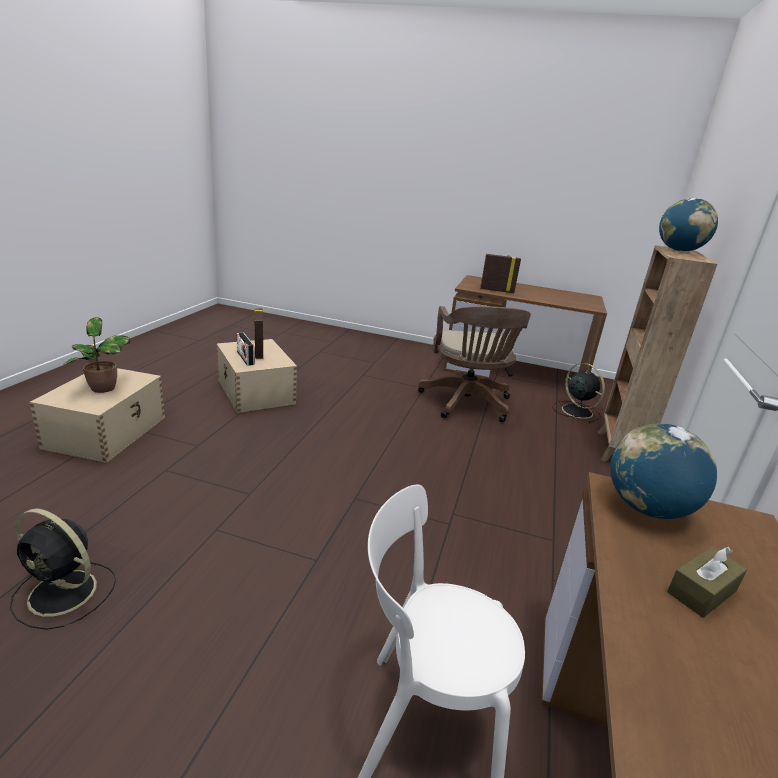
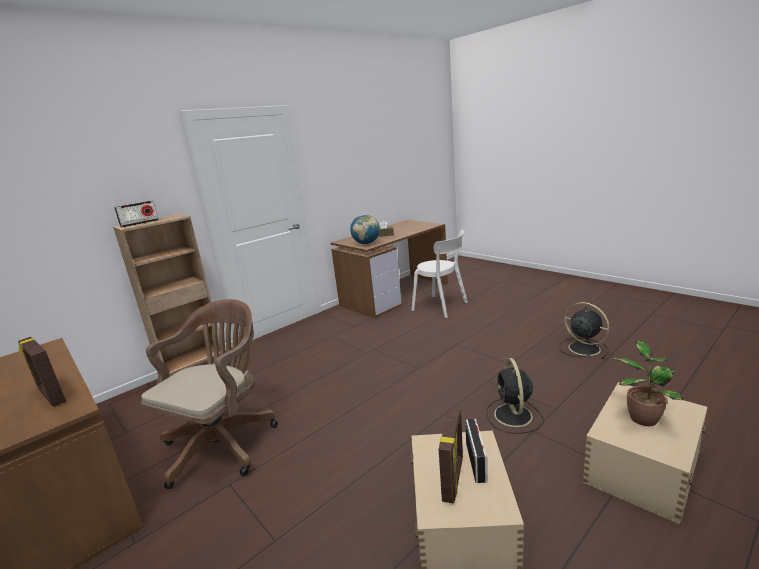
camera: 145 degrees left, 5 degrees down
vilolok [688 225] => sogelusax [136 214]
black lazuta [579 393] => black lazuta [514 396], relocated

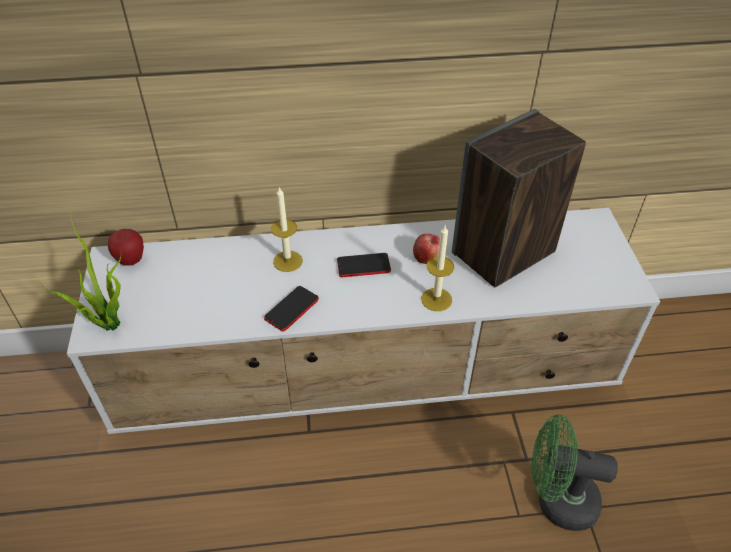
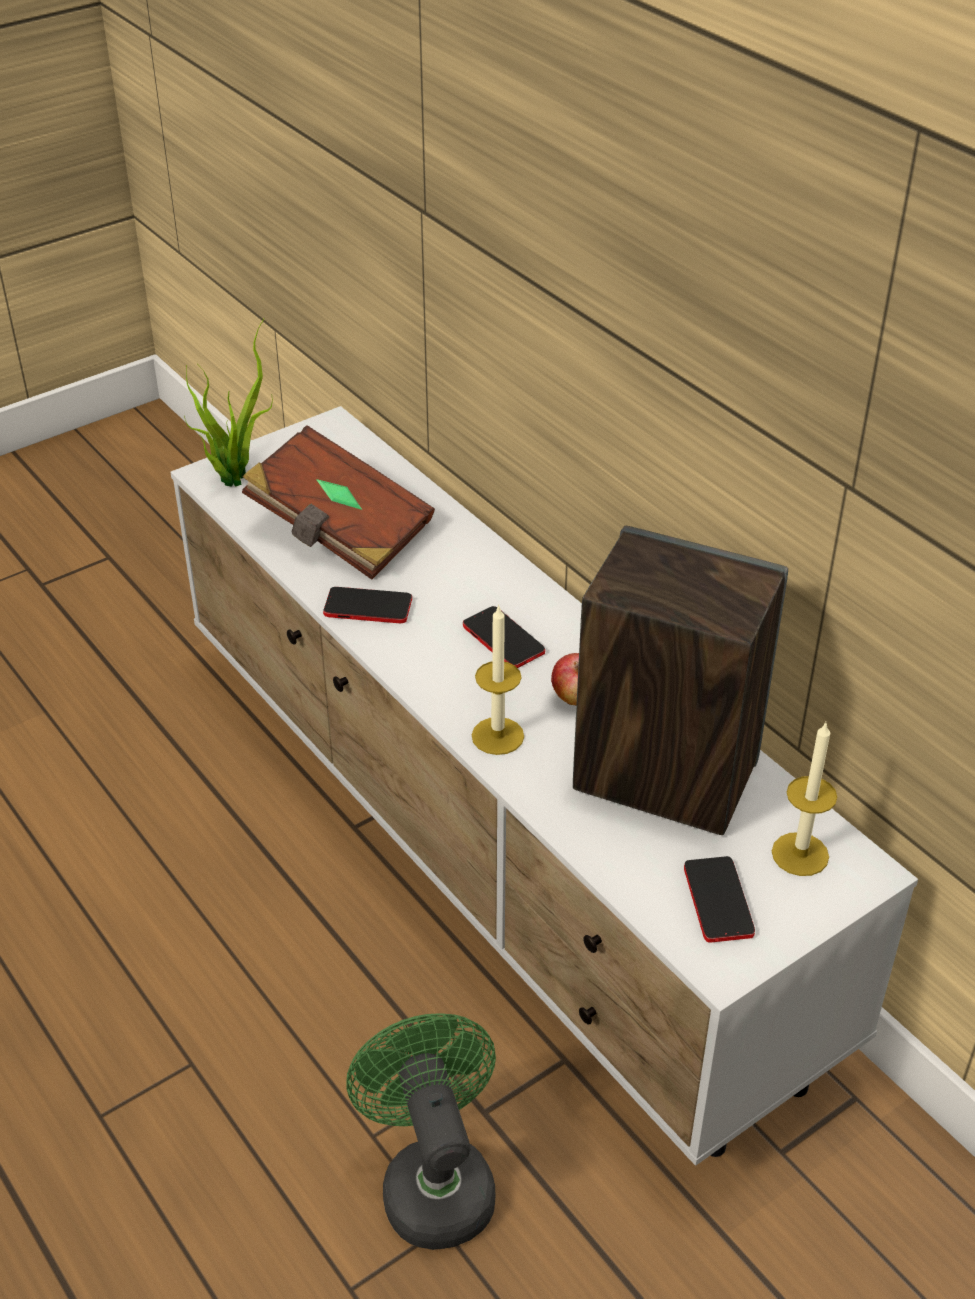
camera: 60 degrees right, 5 degrees down
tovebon [287 229] => tovebon [804 799], relocated
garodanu [126 247] => nothing
nothing => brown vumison [338 502]
nothing => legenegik [719 899]

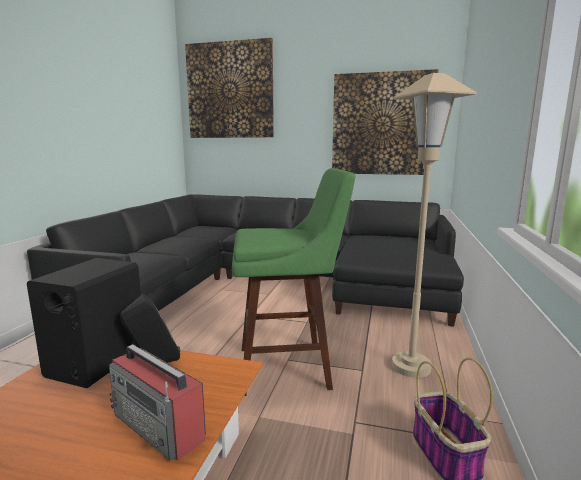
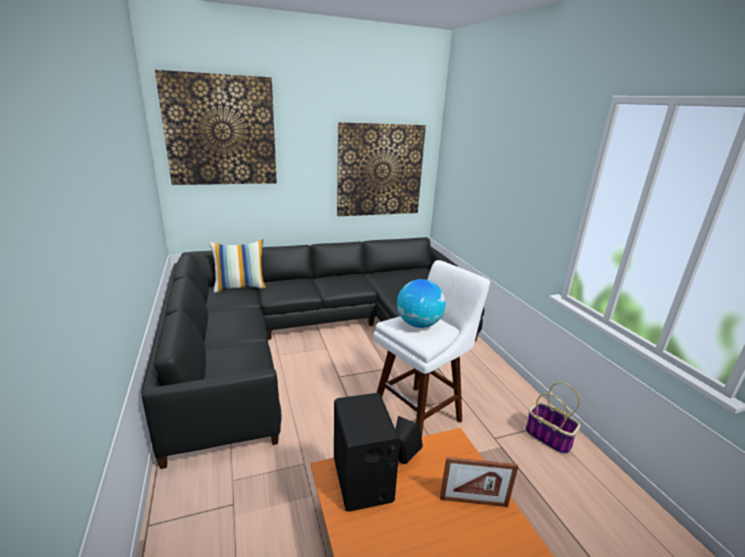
camera: 35 degrees left, 10 degrees up
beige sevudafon [434 225] => nothing
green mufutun [293 282] => white mufutun [431 348]
sogelusax [157 402] => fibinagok [479 482]
nothing => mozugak [237 266]
nothing => vilolok [421 303]

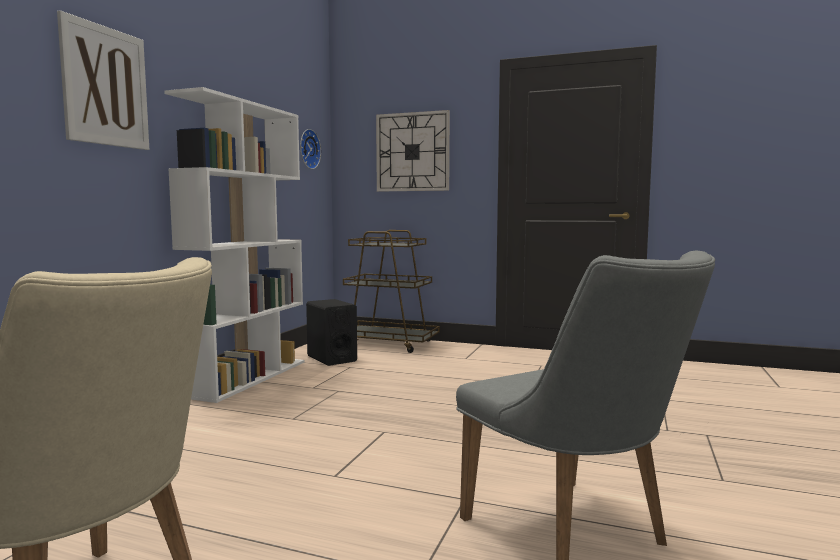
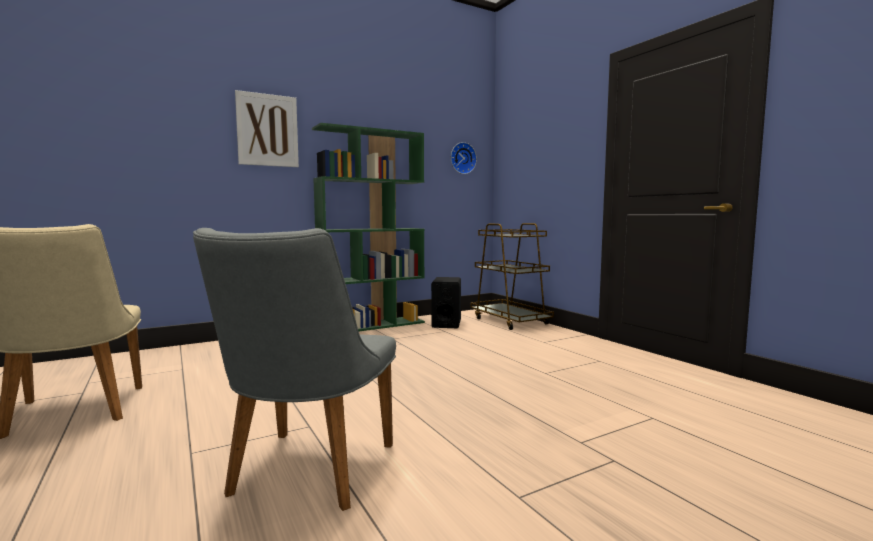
camera: 40 degrees right, 0 degrees up
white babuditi [234 245] => green babuditi [368 227]
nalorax [413 151] => nothing

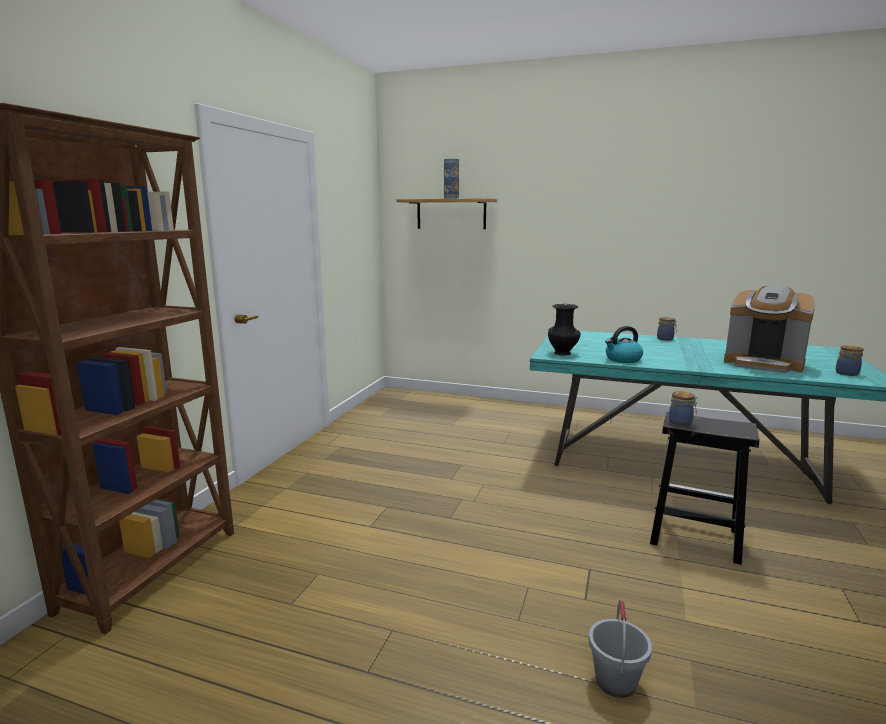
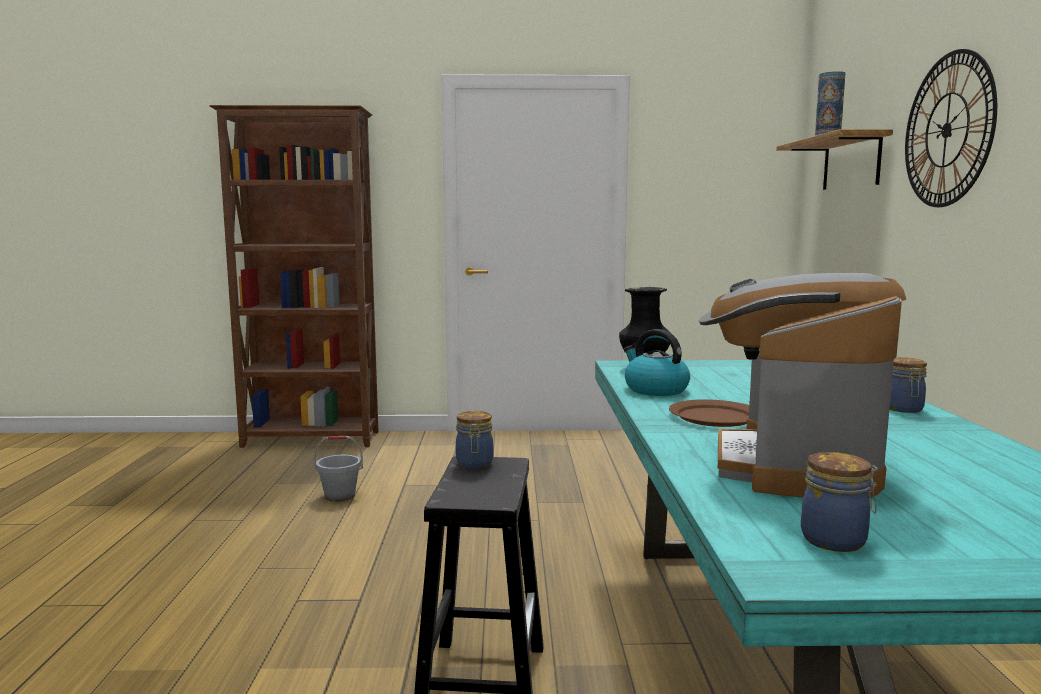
camera: 70 degrees right, 5 degrees down
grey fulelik [620 648] => grey fulelik [338 469], relocated
nothing => nalorax [951 128]
nothing => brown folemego [709 413]

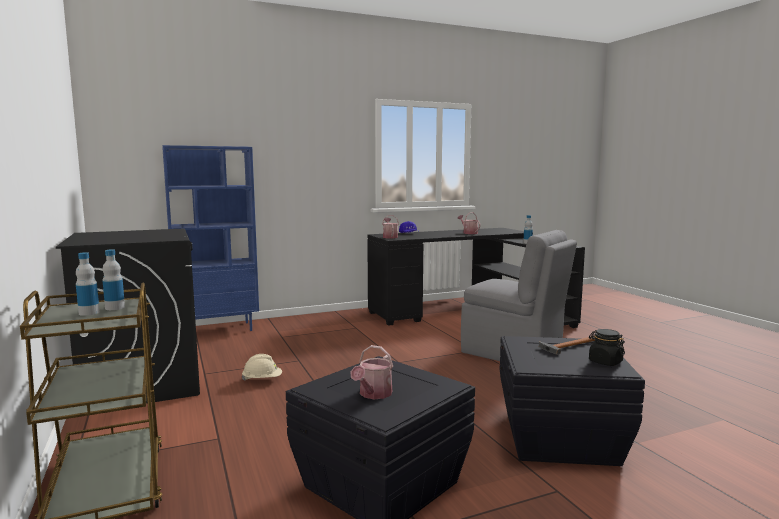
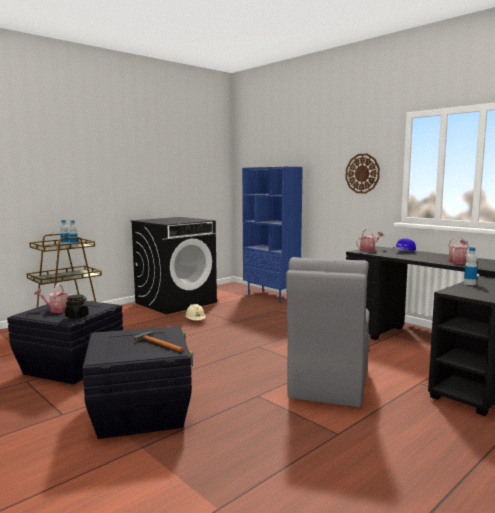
camera: 70 degrees right, 0 degrees up
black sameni [607 347] => black sameni [77 306], relocated
nothing => nalorax [362 173]

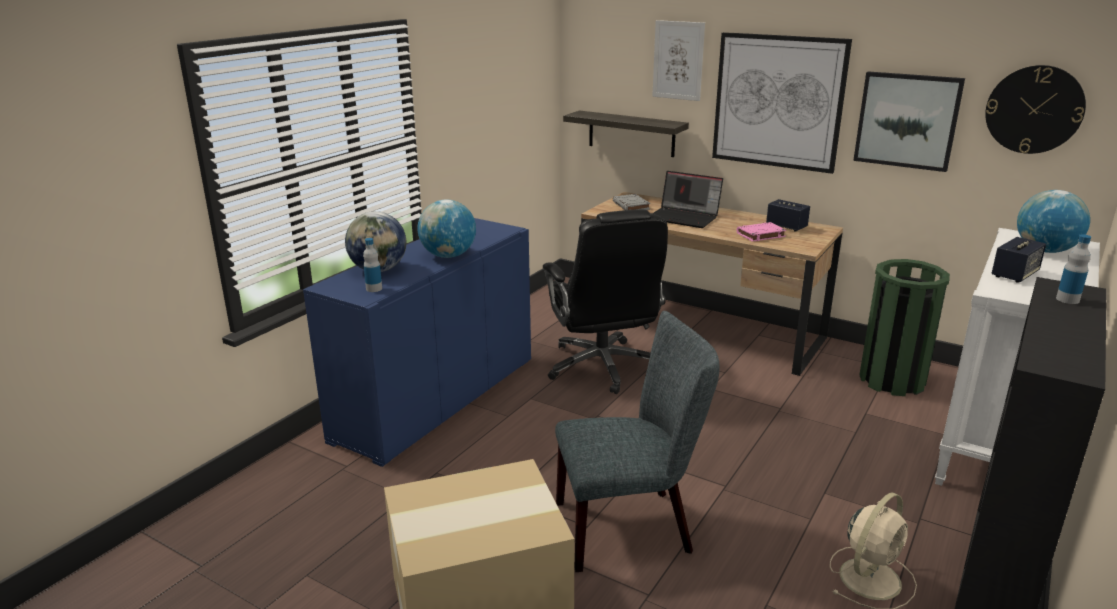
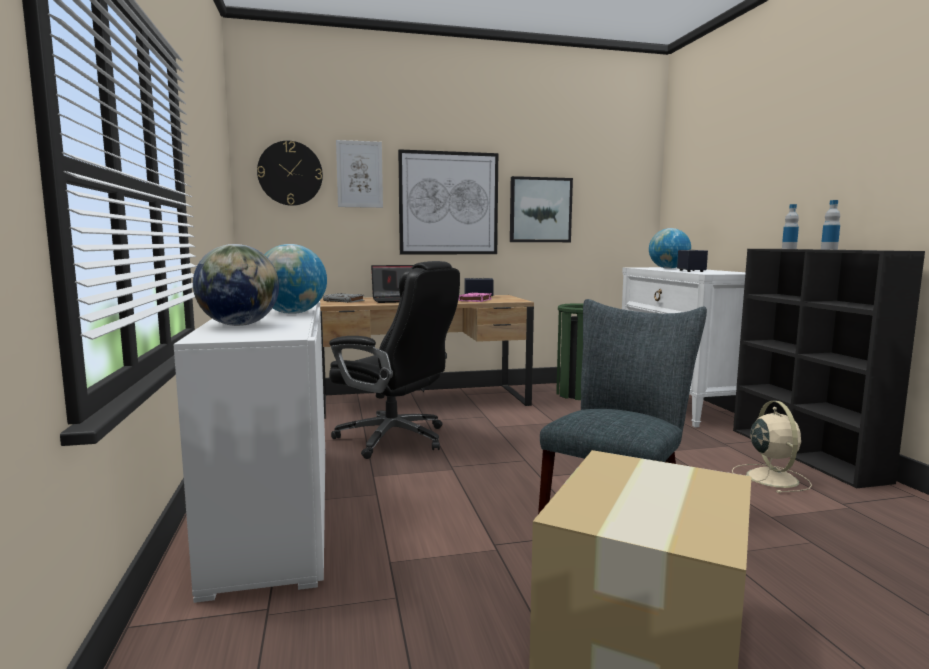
camera: 45 degrees left, 15 degrees down
nalorax [1035 109] => nalorax [290 173], relocated
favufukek [626 134] => nothing
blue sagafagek [417 342] => white sagafagek [249 452]
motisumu [372 265] => motisumu [830 225], relocated

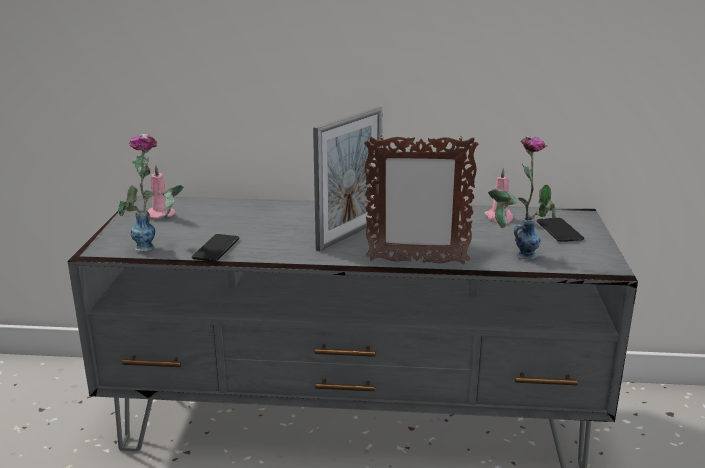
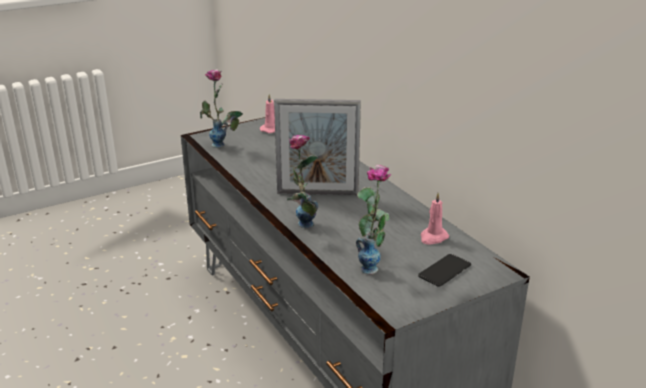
camera: 55 degrees right, 5 degrees up
fibinagok [421 200] => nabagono [302 181]
legenegik [215 248] => nothing

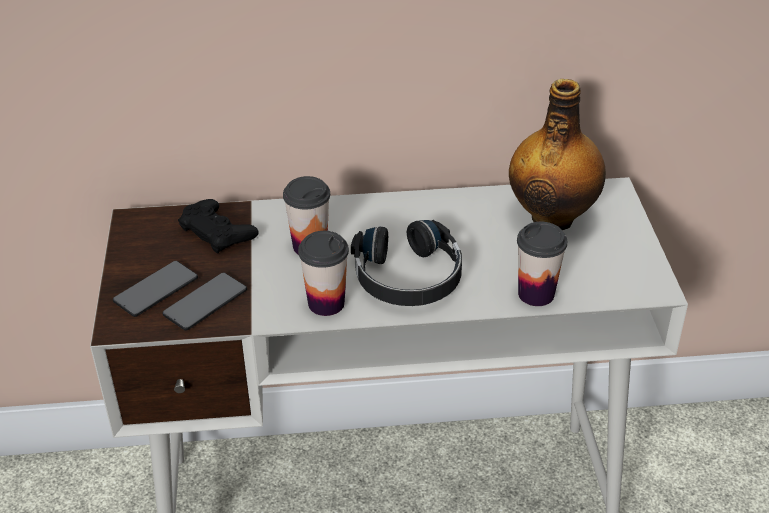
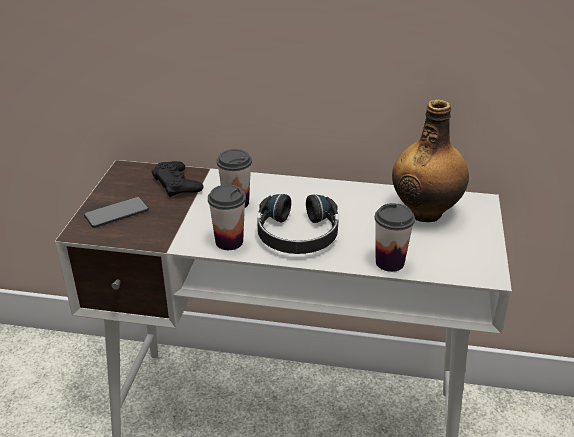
camera: 15 degrees right, 5 degrees down
legenegik [204 301] => nothing

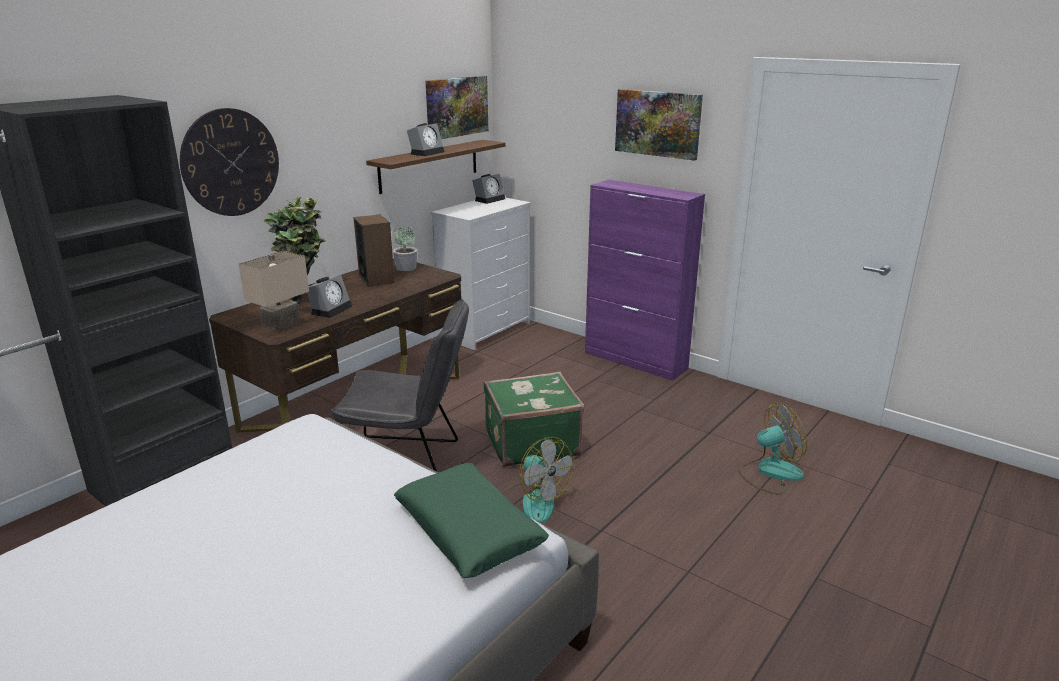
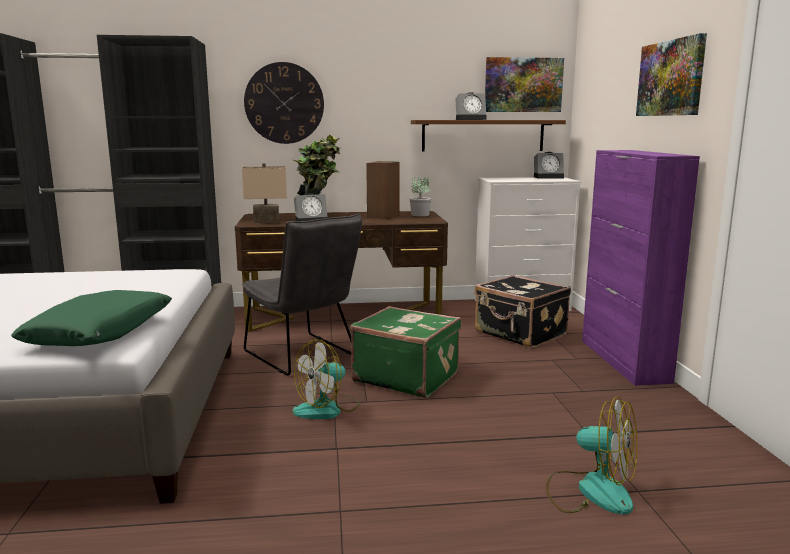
camera: 45 degrees right, 10 degrees down
lazuta [538 480] => lazuta [326 379], 45 degrees clockwise
nothing => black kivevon [523 311]

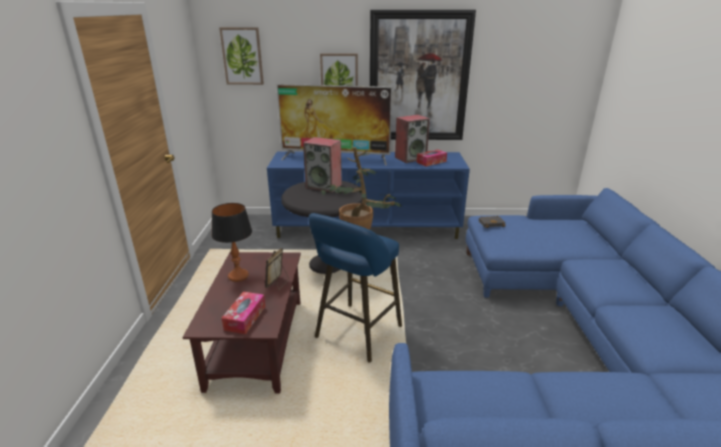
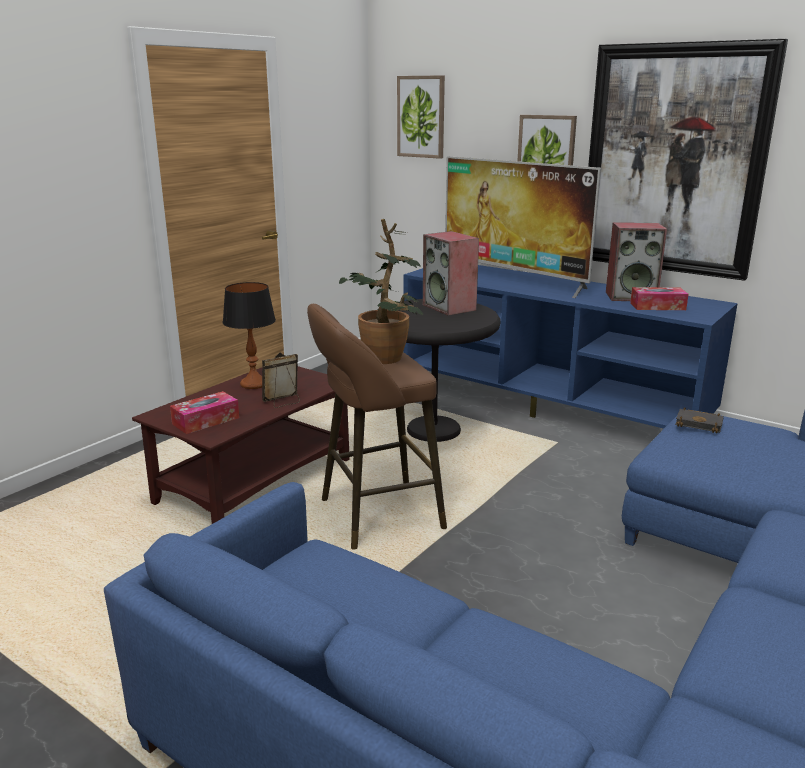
camera: 35 degrees right, 5 degrees down
blue mufutun [355 288] => brown mufutun [377 427]

